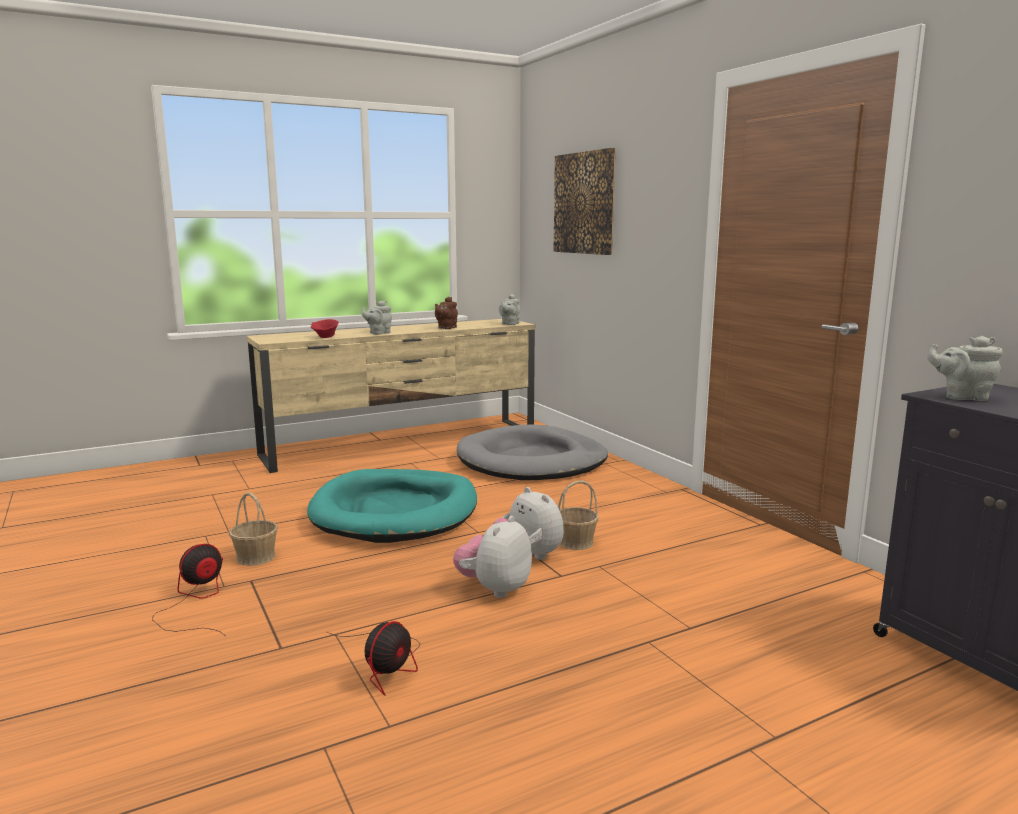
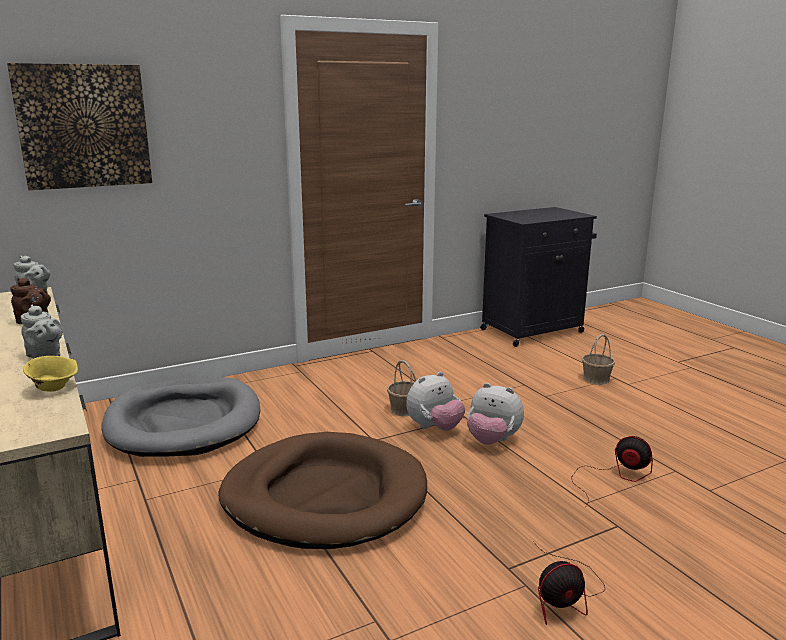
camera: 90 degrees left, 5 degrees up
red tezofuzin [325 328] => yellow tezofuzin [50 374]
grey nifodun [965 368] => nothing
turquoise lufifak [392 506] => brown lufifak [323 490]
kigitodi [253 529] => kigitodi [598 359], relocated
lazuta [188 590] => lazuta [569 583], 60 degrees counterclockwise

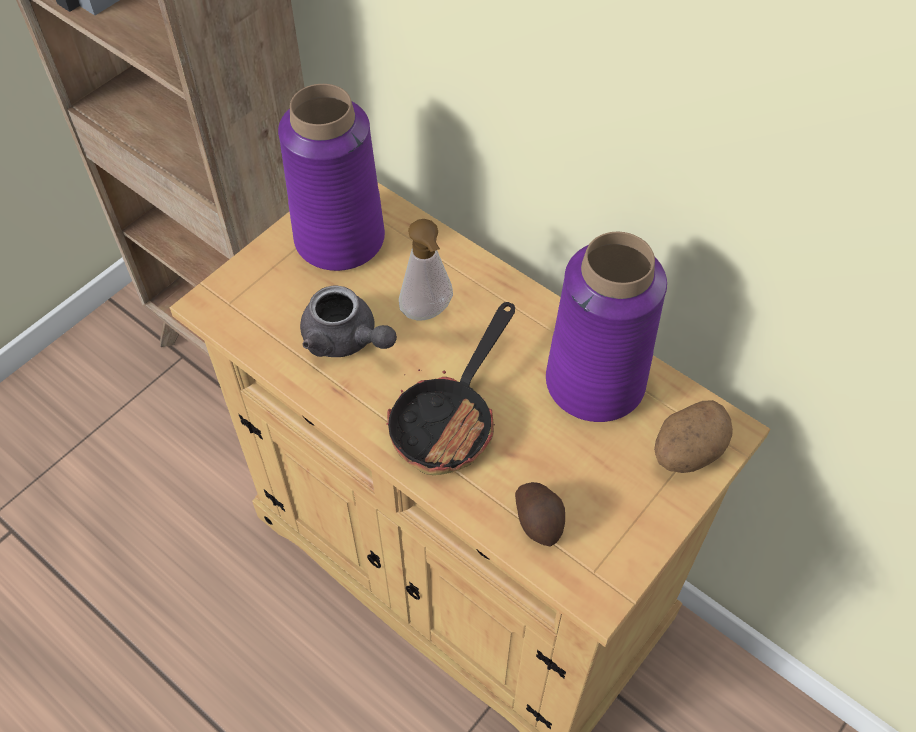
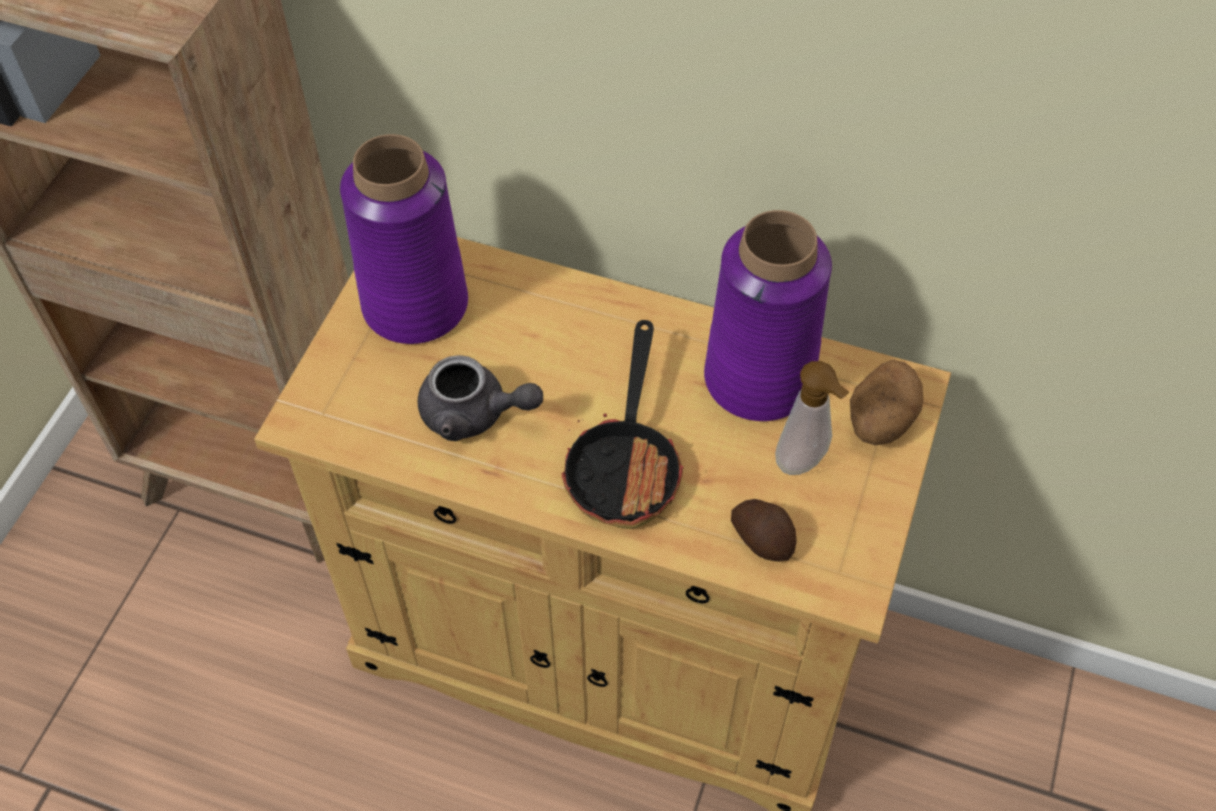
camera: 20 degrees left, 0 degrees up
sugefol [426 270] => sugefol [812 418], relocated

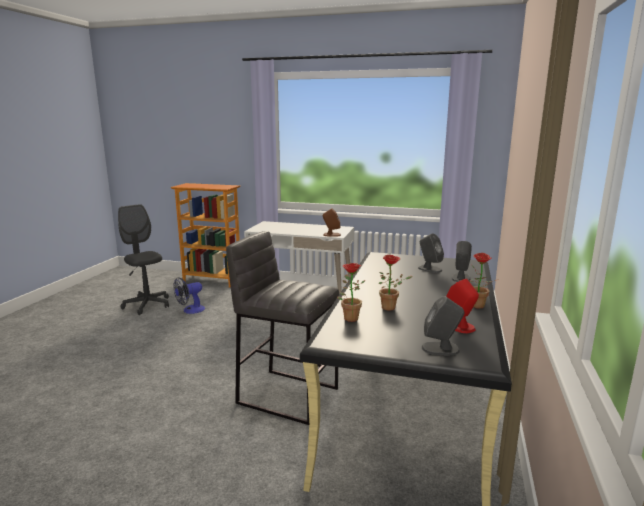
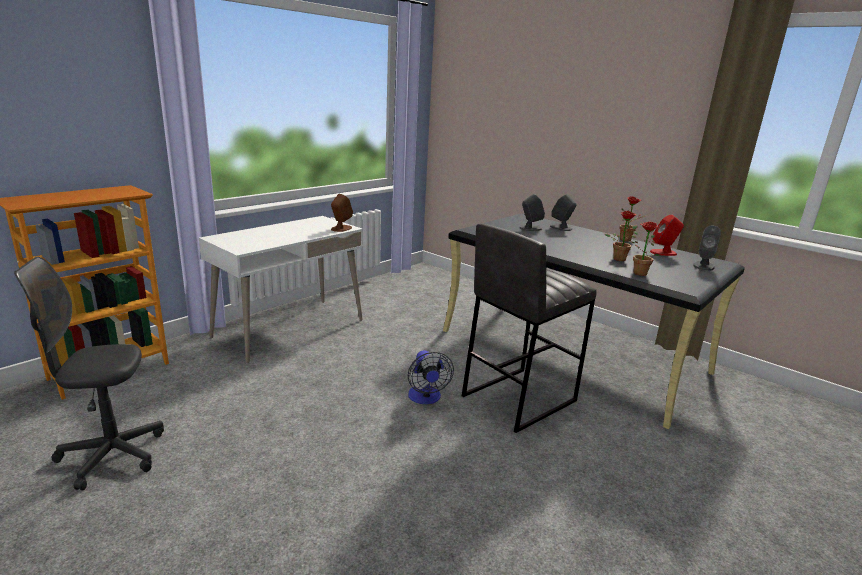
camera: 65 degrees left, 5 degrees up
lazuta [189 295] => lazuta [431 377], relocated

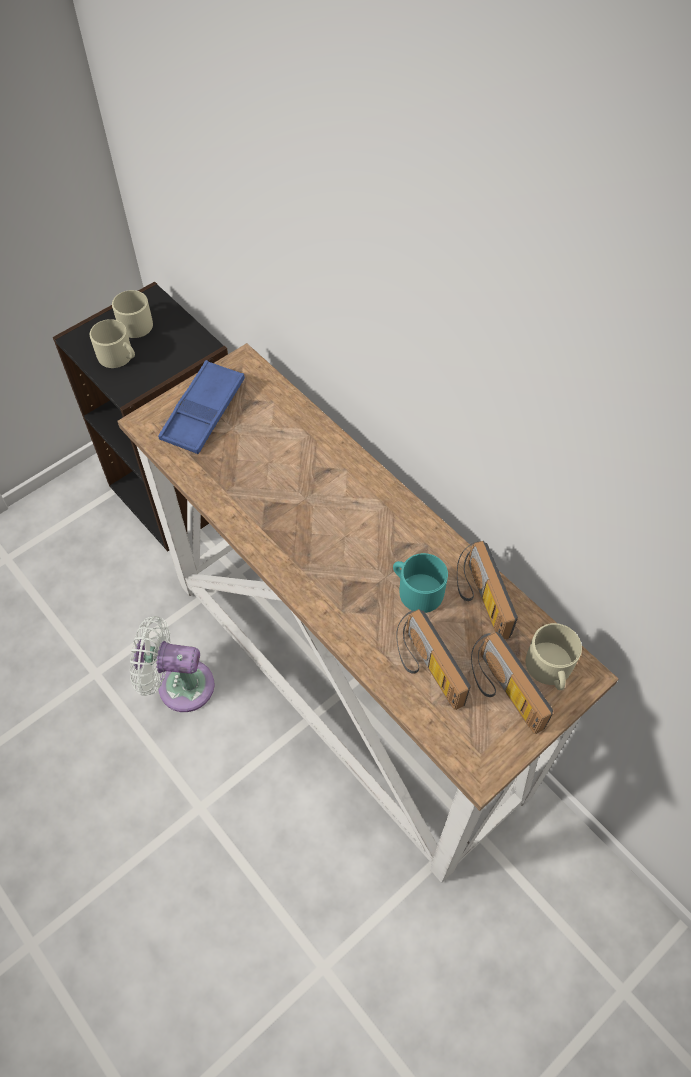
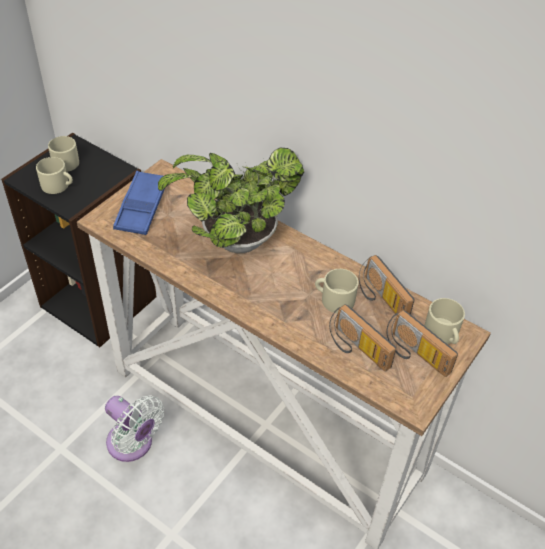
camera: 15 degrees left, 10 degrees down
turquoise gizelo [420 583] => beige gizelo [337 291]
white lazuta [172 664] => white lazuta [134 429], 135 degrees counterclockwise
nothing => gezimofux [231 200]

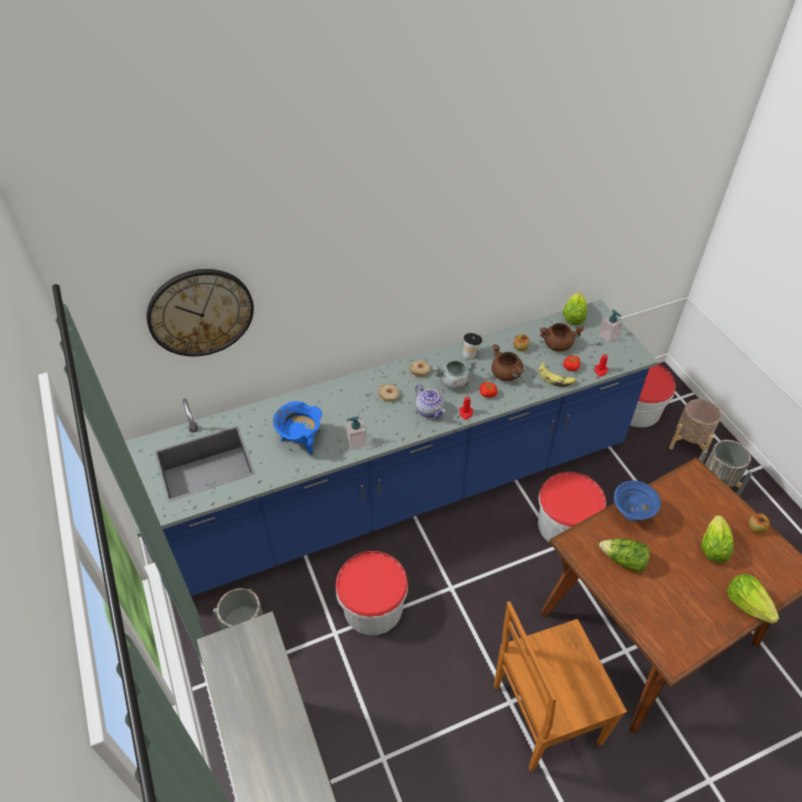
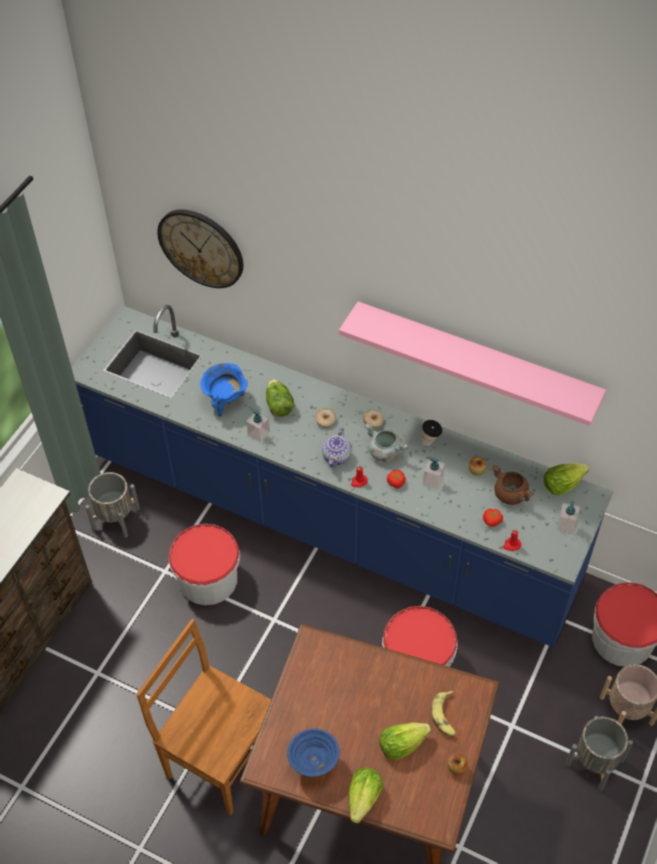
camera: 50 degrees right, 5 degrees up
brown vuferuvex [507 362] => sugefol [434 473]
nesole [557 374] => nesole [443 713], relocated
blue tezofuzin [637 501] => blue tezofuzin [313 752], relocated
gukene [624 555] => gukene [280 398], relocated
nothing => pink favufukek [472 364]

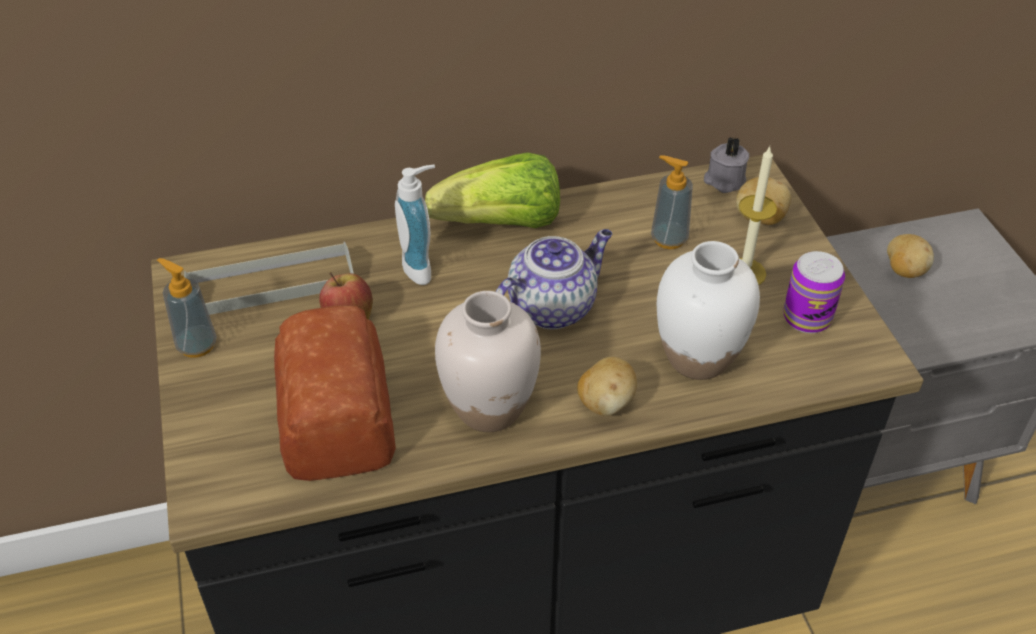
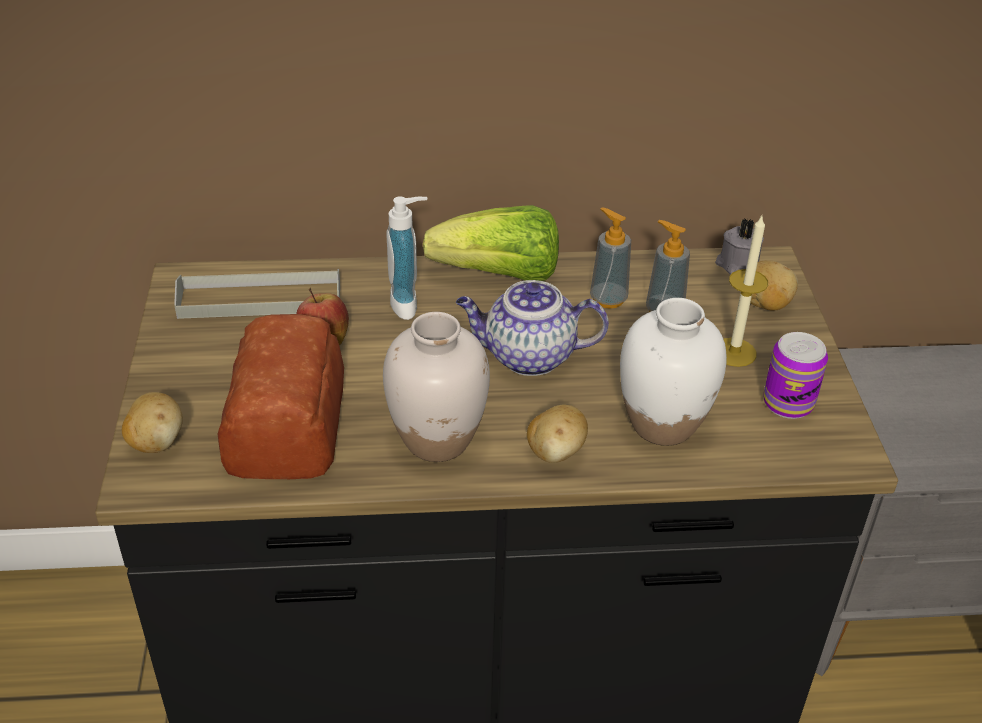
camera: 10 degrees right, 5 degrees down
nifodun [554 279] => nifodun [532 328], 150 degrees counterclockwise
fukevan [910 256] => fukevan [152 422], relocated
sugefol [187 308] => sugefol [610 258], relocated

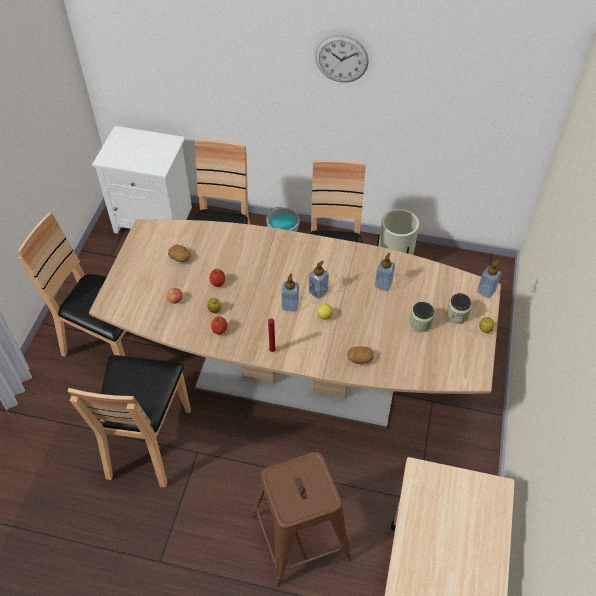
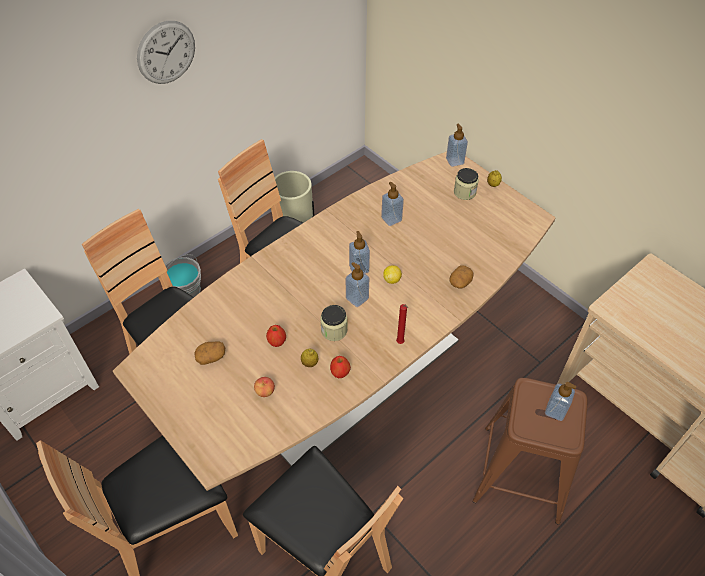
camera: 55 degrees left, 0 degrees up
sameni [421 317] => sameni [334 323], relocated
nothing => sugefol [560 401]

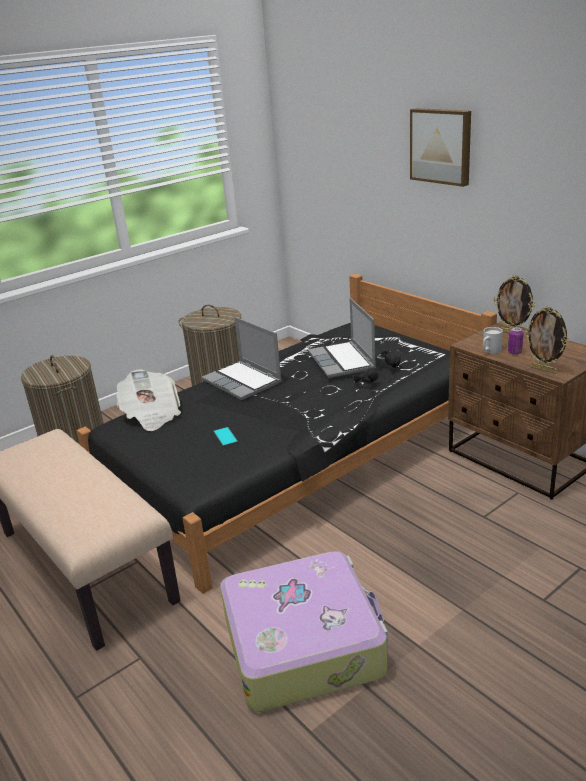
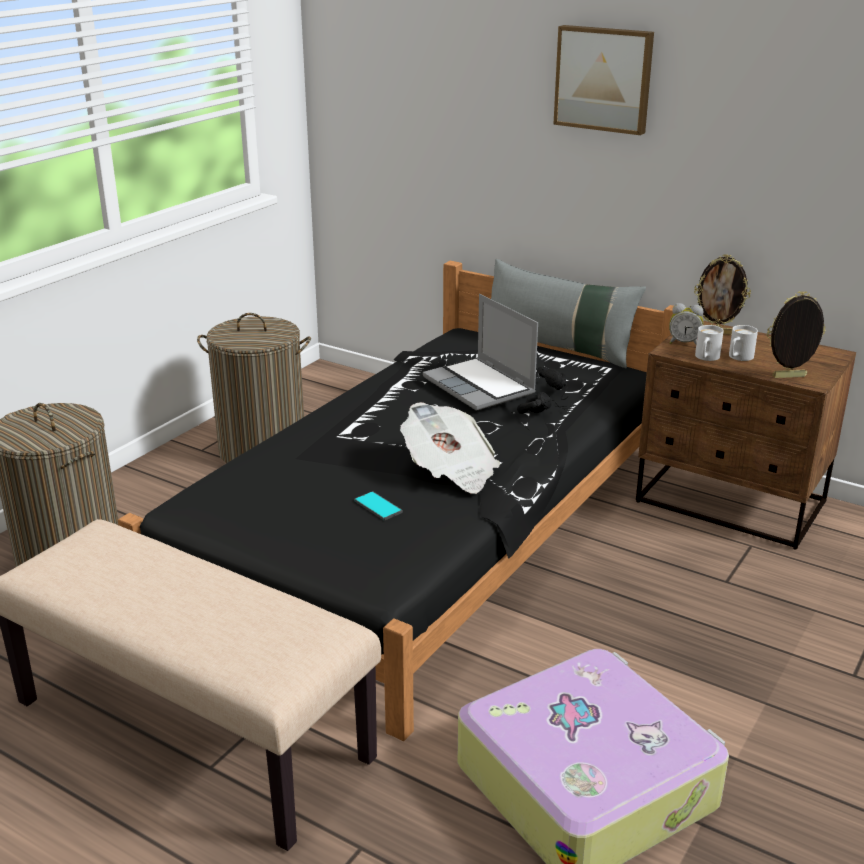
camera: 20 degrees left, 0 degrees up
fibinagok [547 339] => fibinagok [796 334], 150 degrees clockwise
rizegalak [242 358] => nothing
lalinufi [515 341] => white gizelo [743 343]
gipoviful [149 400] => gipoviful [450 448], relocated
nothing => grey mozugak [568 313]
nothing => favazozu [686 323]

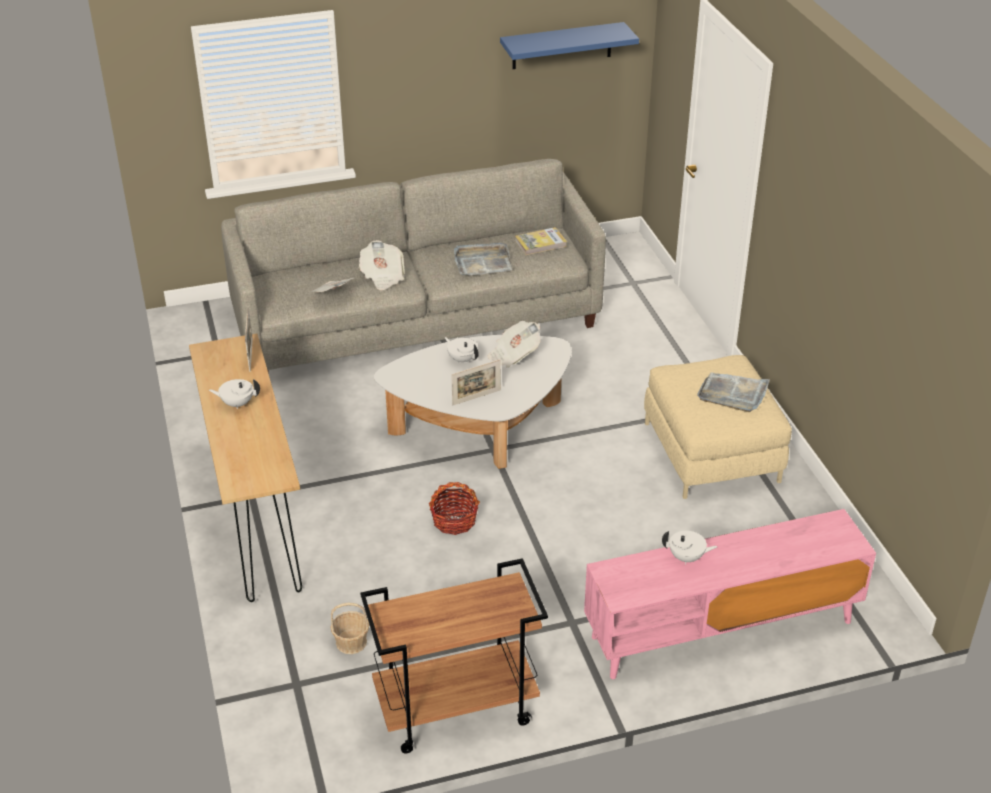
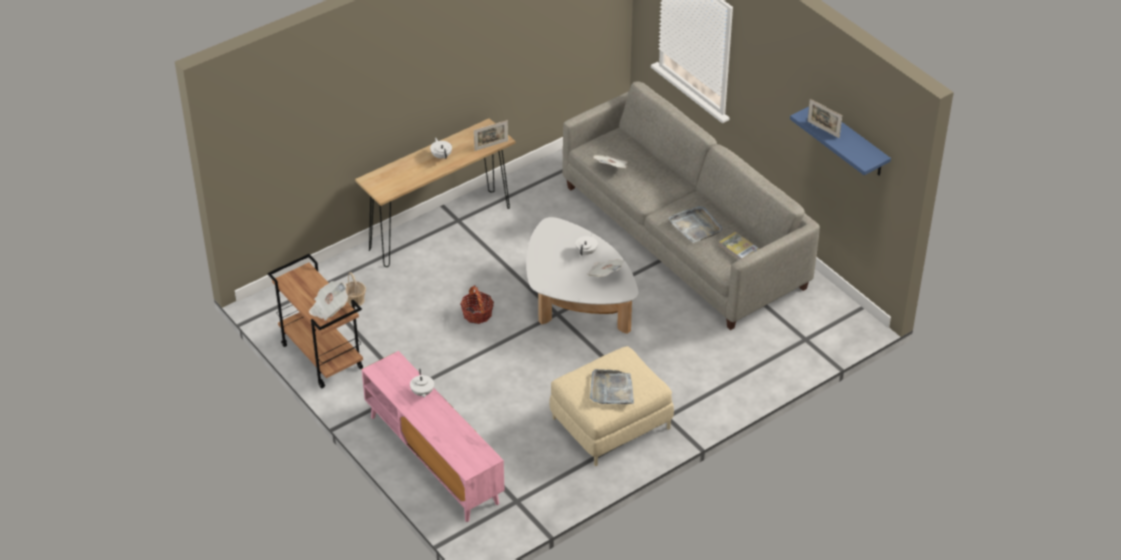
camera: 70 degrees right, 5 degrees up
gipoviful [382 265] => gipoviful [328 300], relocated
fibinagok [476 382] => fibinagok [824 118], relocated

